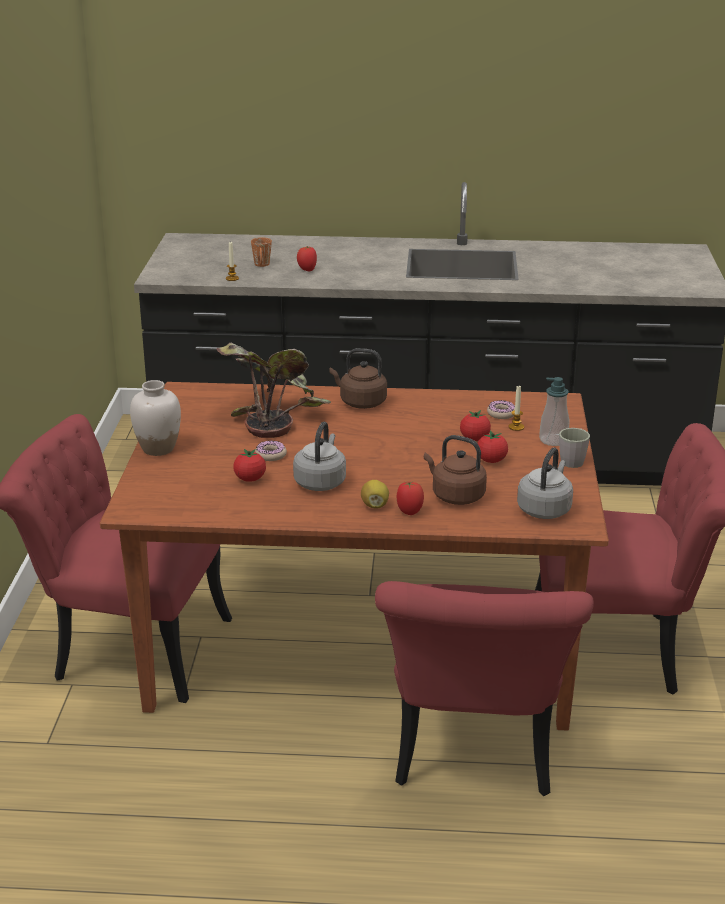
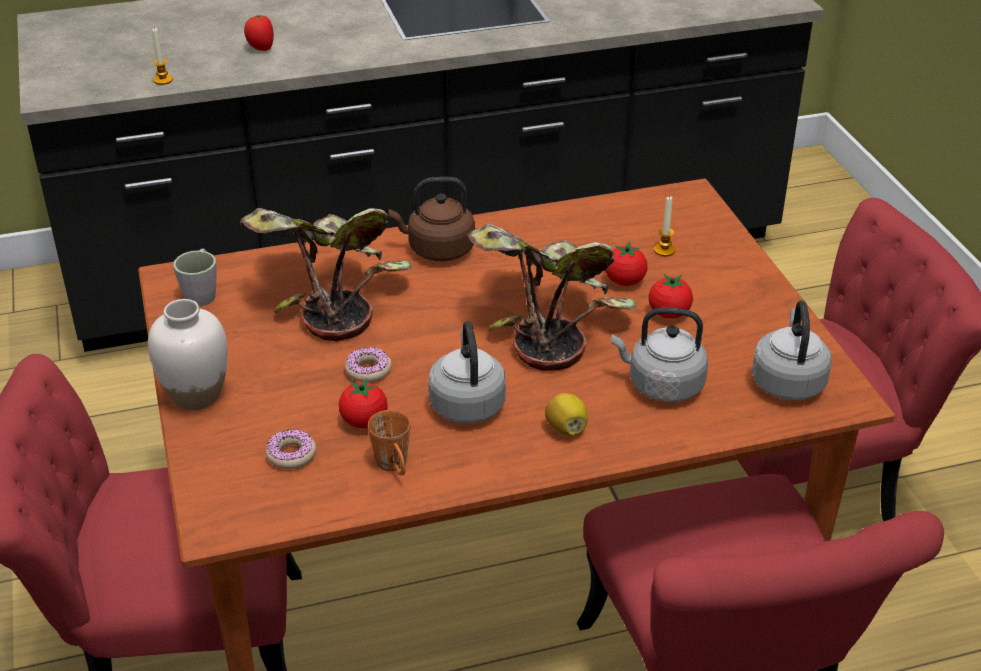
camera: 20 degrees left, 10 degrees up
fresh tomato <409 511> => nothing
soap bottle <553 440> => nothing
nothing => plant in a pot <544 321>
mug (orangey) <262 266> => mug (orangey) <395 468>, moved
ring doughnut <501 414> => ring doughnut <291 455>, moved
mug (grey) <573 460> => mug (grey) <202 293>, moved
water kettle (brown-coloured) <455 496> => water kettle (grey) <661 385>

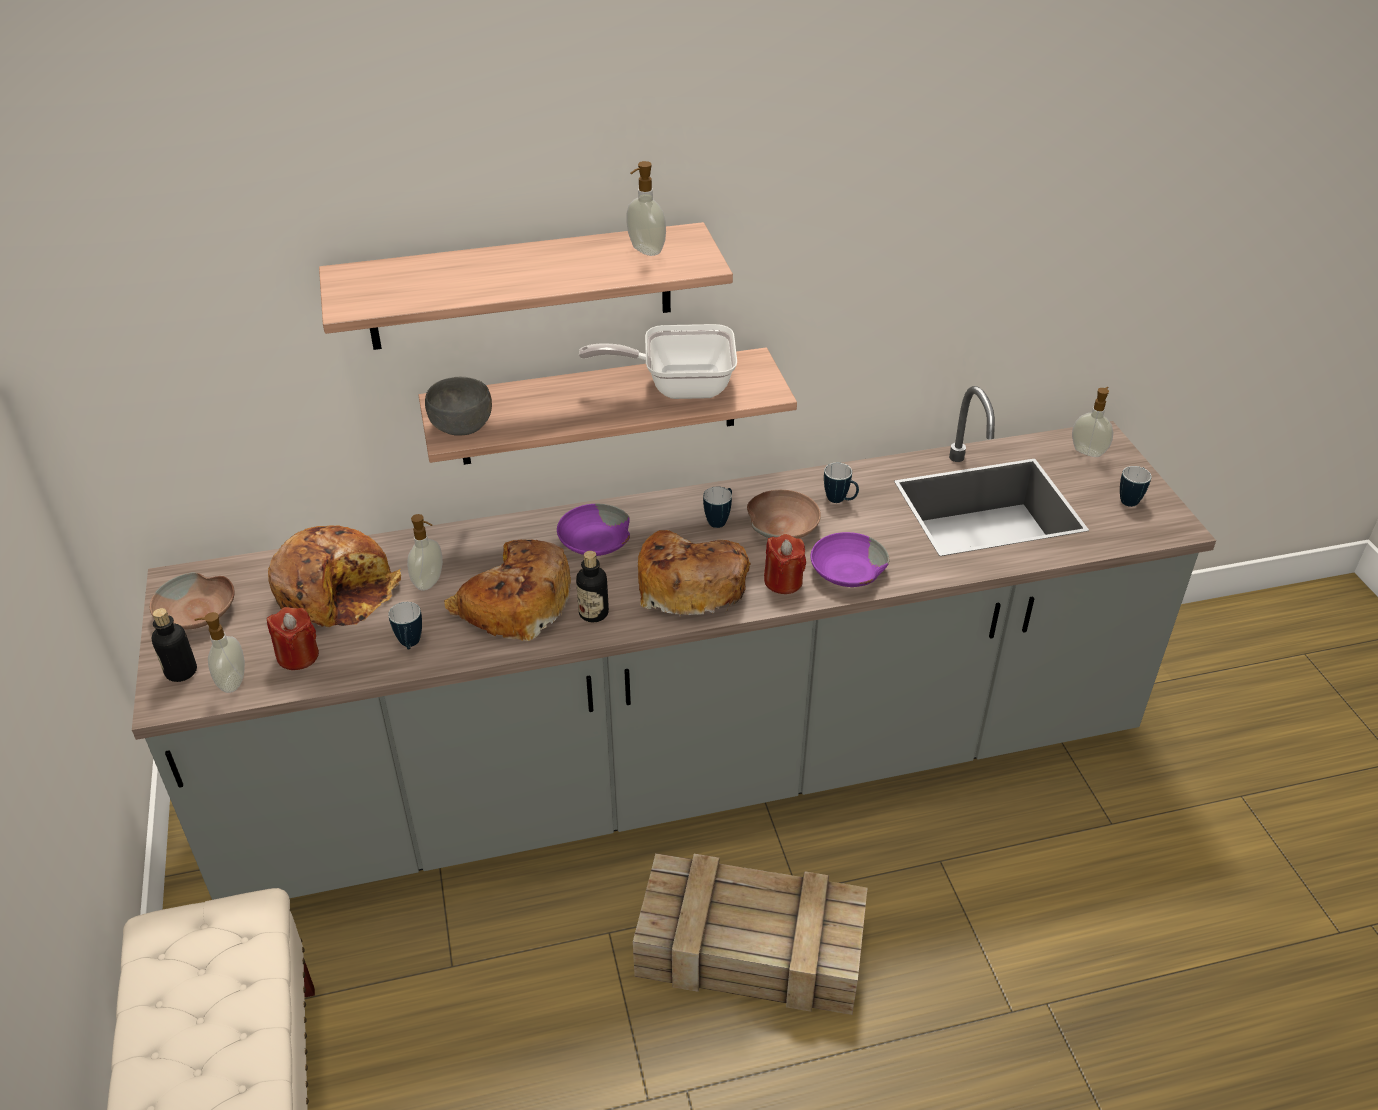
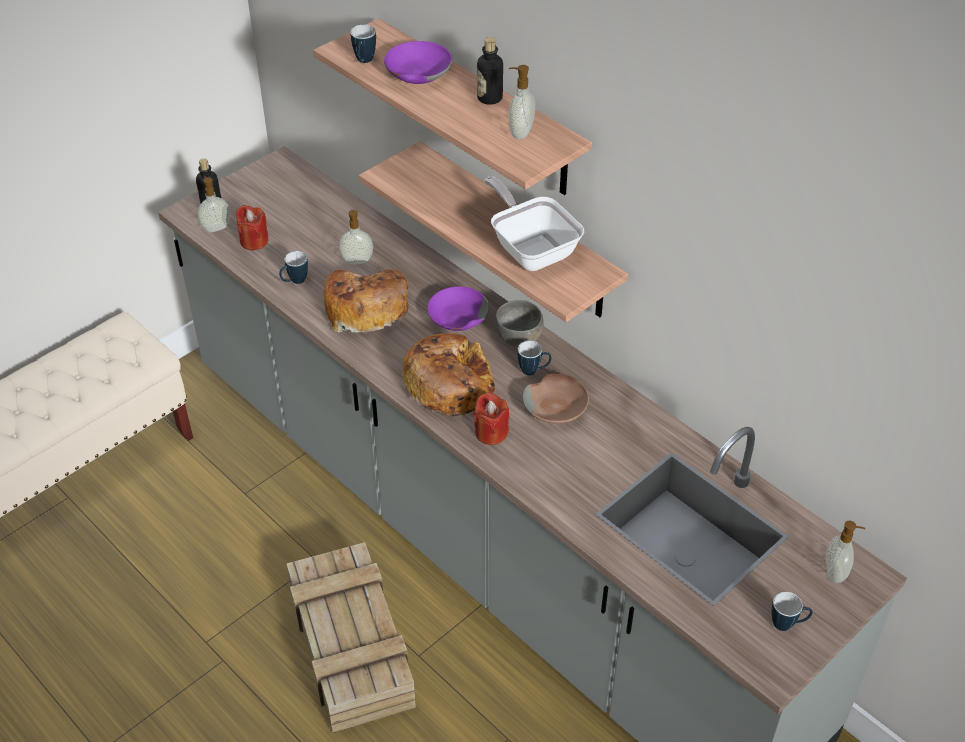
camera: 60 degrees right, 5 degrees up
bowl (brown-coloured) <198 612> => nothing
bakery bread <336 591> => nothing
bowl (grey) <462 426> => bowl (grey) <519 337>, moved
drink bottle <593 613> => drink bottle <489 98>, moved
bowl (purple) <846 571> => bowl (purple) <417 72>, moved
mug <840 500> => mug <364 62>, moved

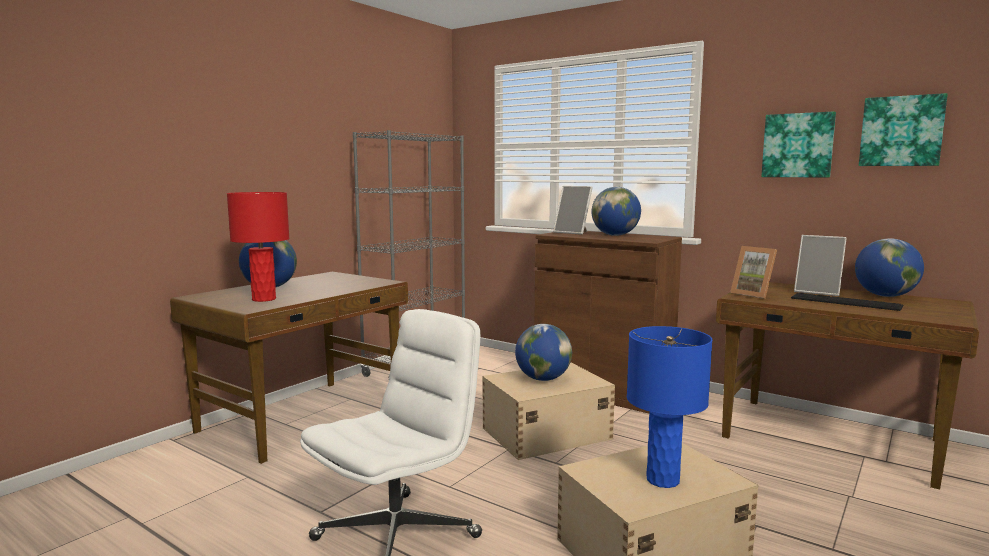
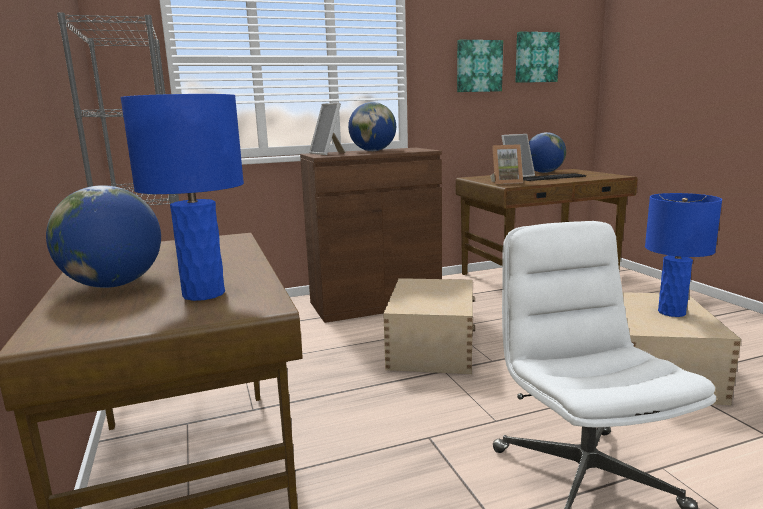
camera: 55 degrees left, 5 degrees up
world globe <543 379> => nothing
tabletop lamp (reddish) <264 299> => tabletop lamp (blue-coloured) <204 293>
standing frame <573 232> => standing frame <328 153>, 75 degrees clockwise

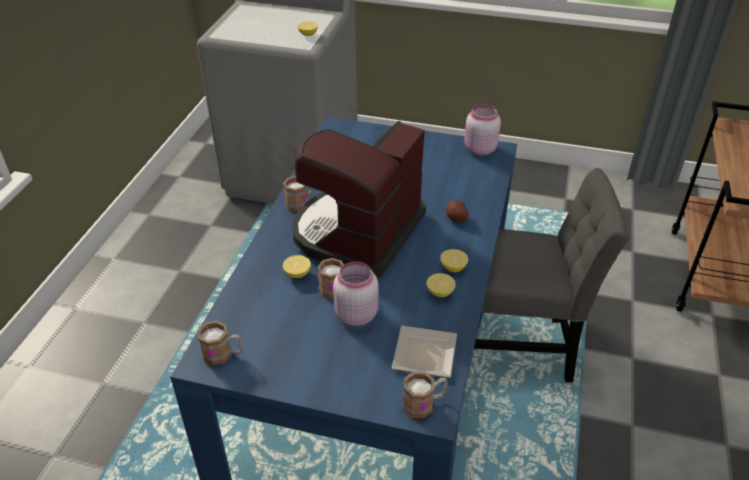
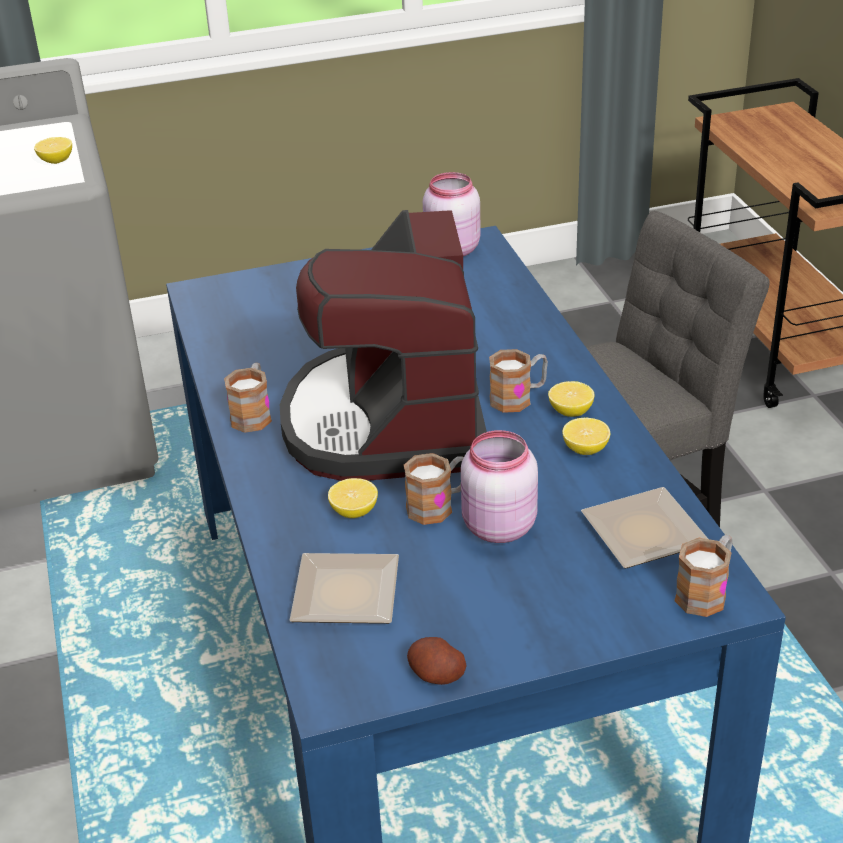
camera: 30 degrees left, 5 degrees down
nothing => plate <342 596>
mug <223 354> => mug <518 398>, moved
whole potato <456 218> => whole potato <436 675>, moved

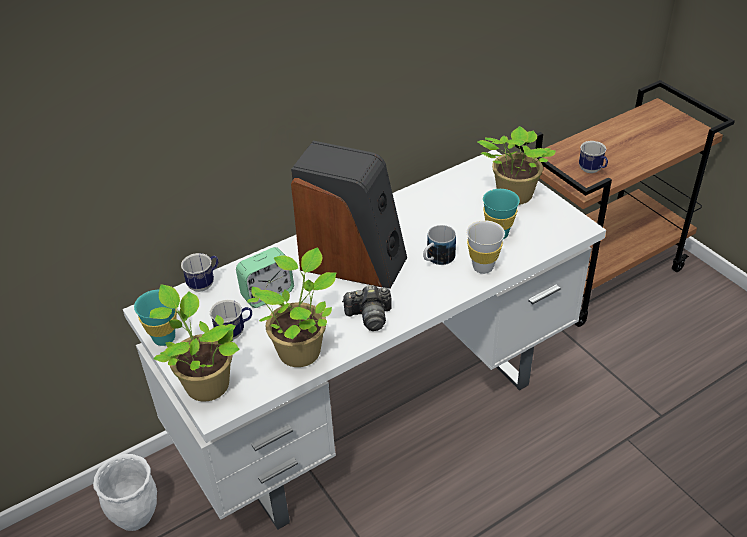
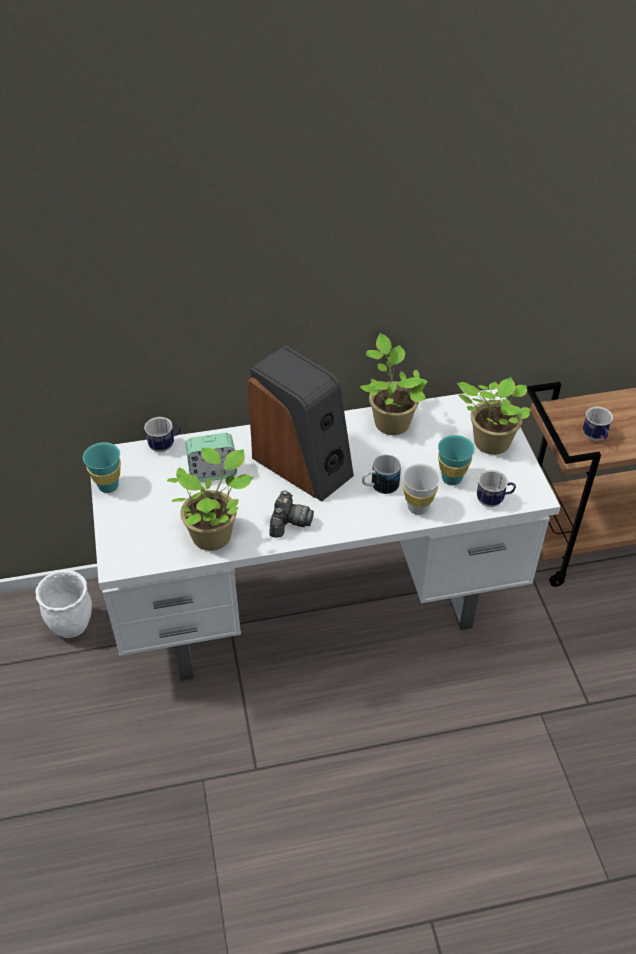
camera: 20 degrees right, 5 degrees up
plant in a pot <205 383> => plant in a pot <390 421>, moved
mug <235 332> => mug <493 500>, moved
still camera <369 316> => still camera <289 522>, 90 degrees counterclockwise

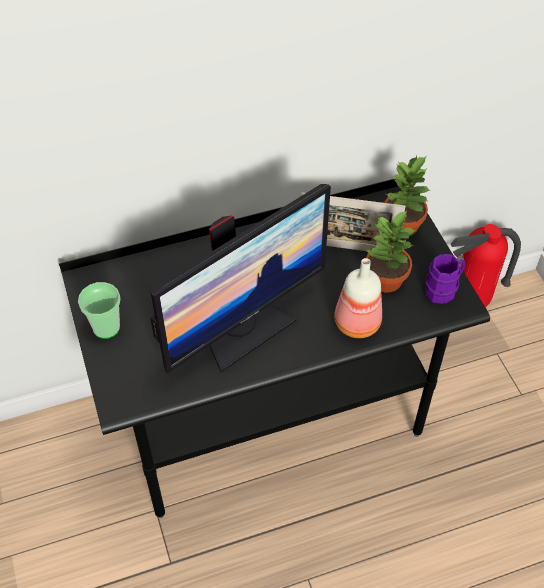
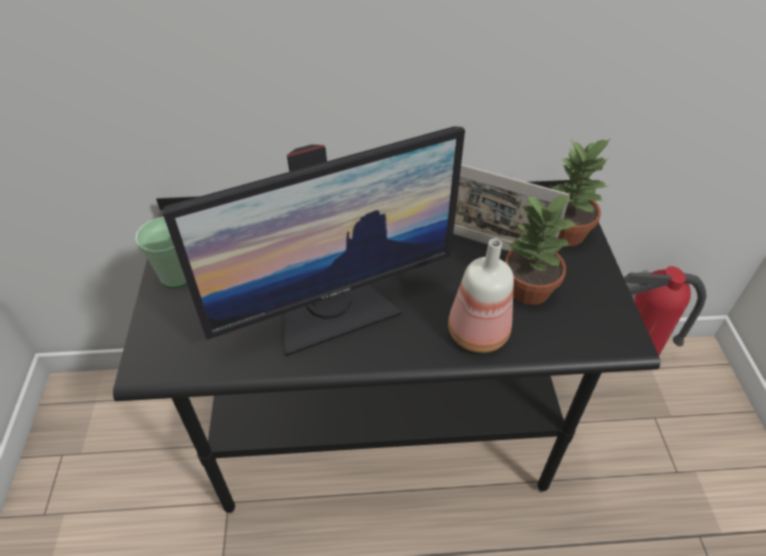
camera: 15 degrees right, 5 degrees down
mug (purple) <443 289> => nothing

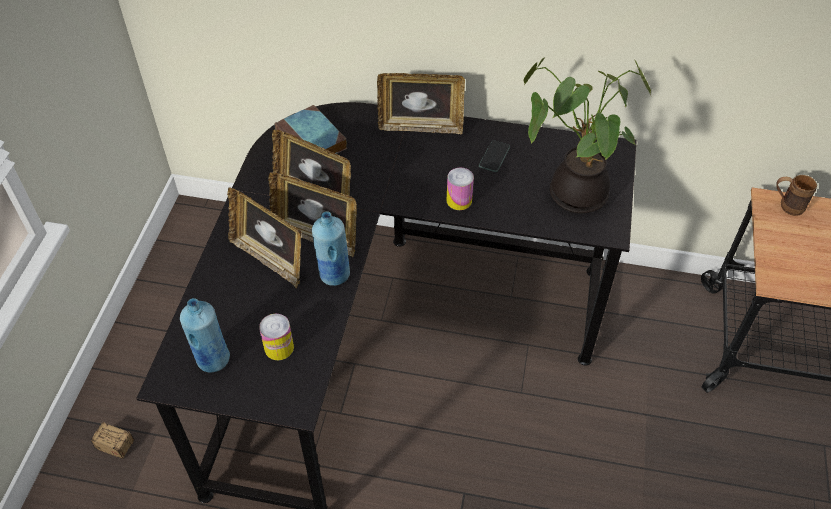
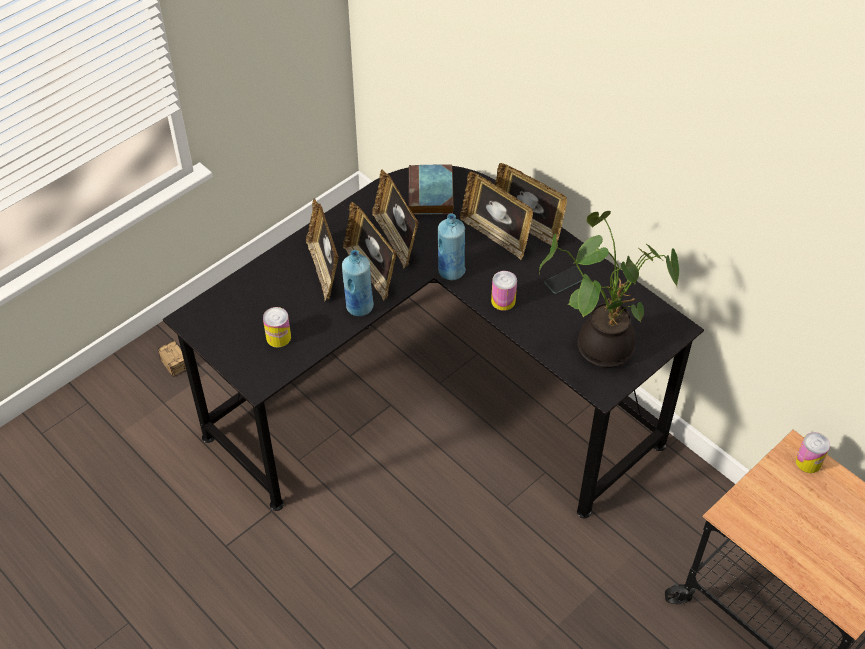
camera: 35 degrees right, 0 degrees up
nothing => standing frame <496 235>
drink bottle (blue-coloured) <213 359> => drink bottle (blue-coloured) <451 271>, moved
mug (brown-coloured) <786 206> => sealed can <808 462>

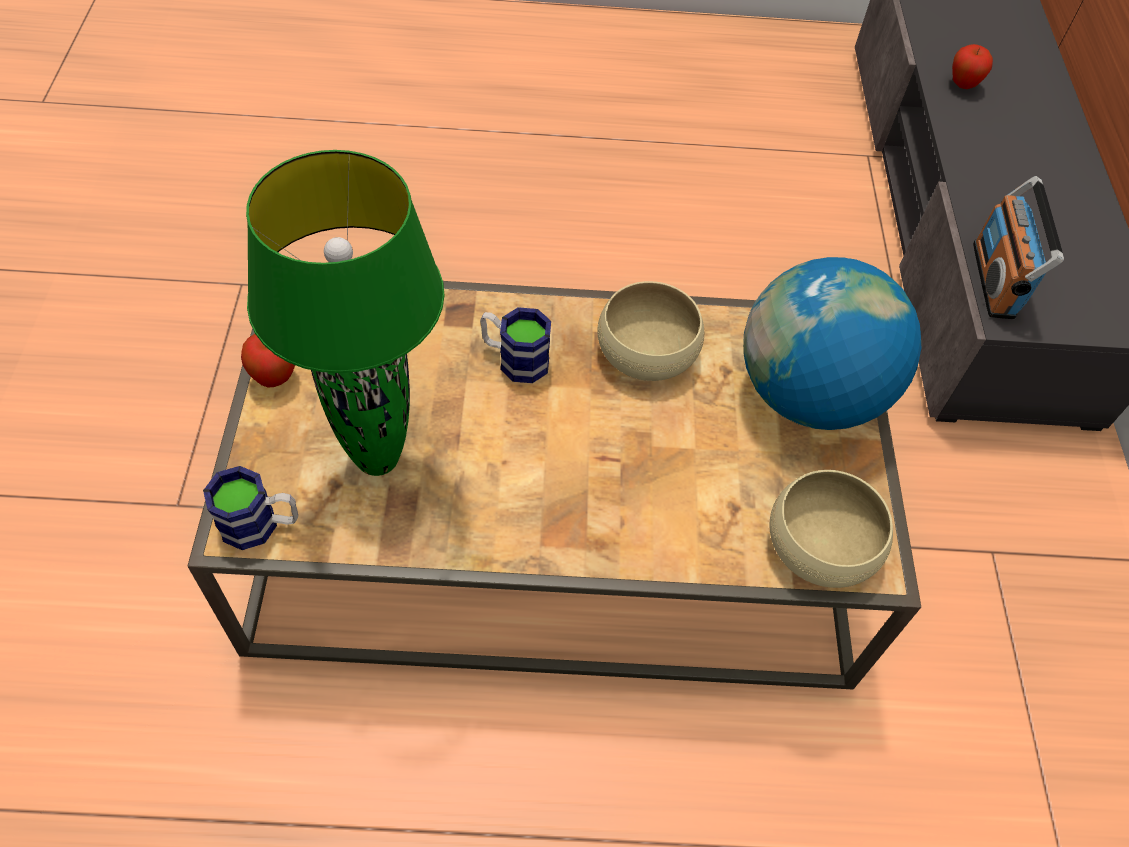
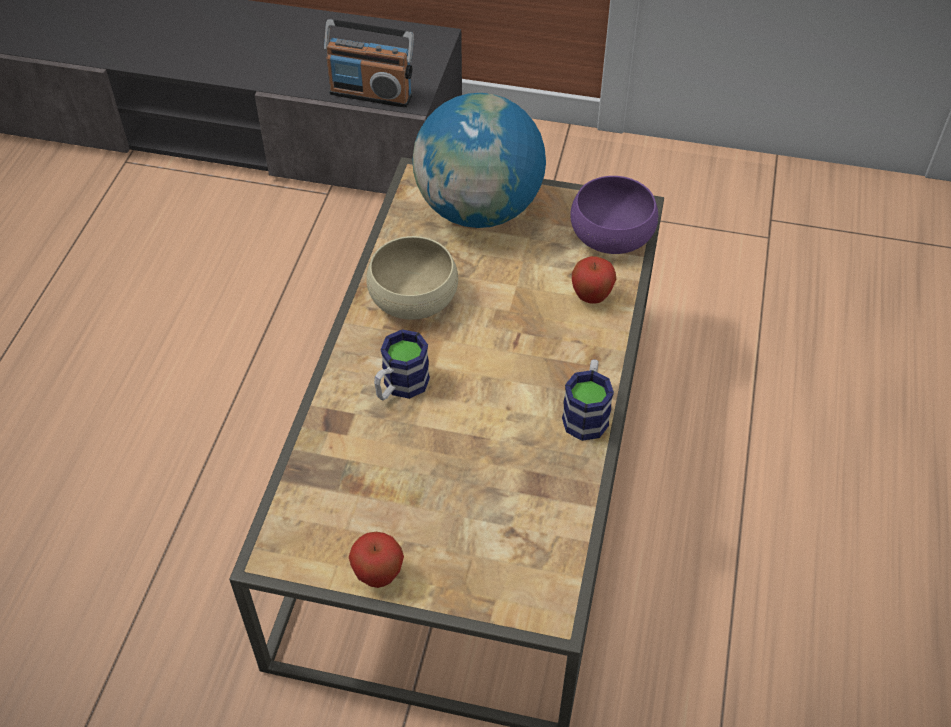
camera: 75 degrees left, 5 degrees down
tabletop lamp (green) <377 458> => nothing
mug <261 524> => mug <586 413>, moved
apple <962 85> => apple <591 297>, moved
bowl (beige-coloured) <820 545> => bowl (purple) <611 234>

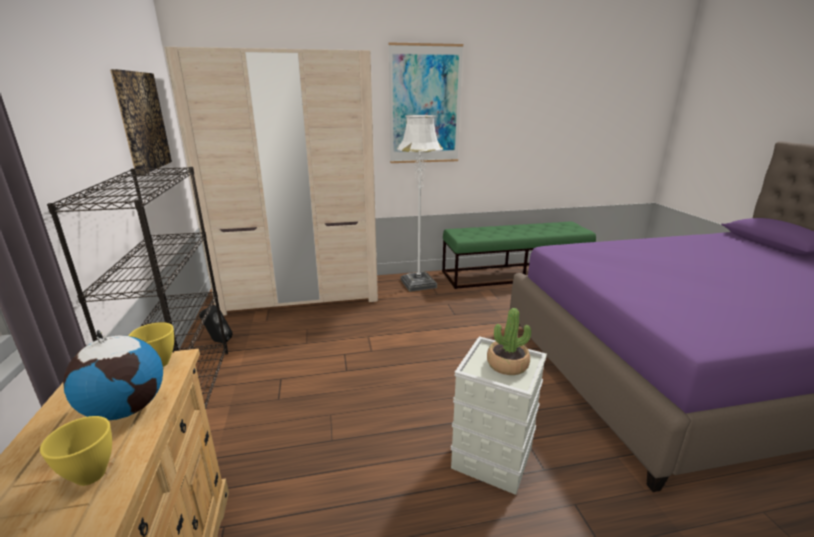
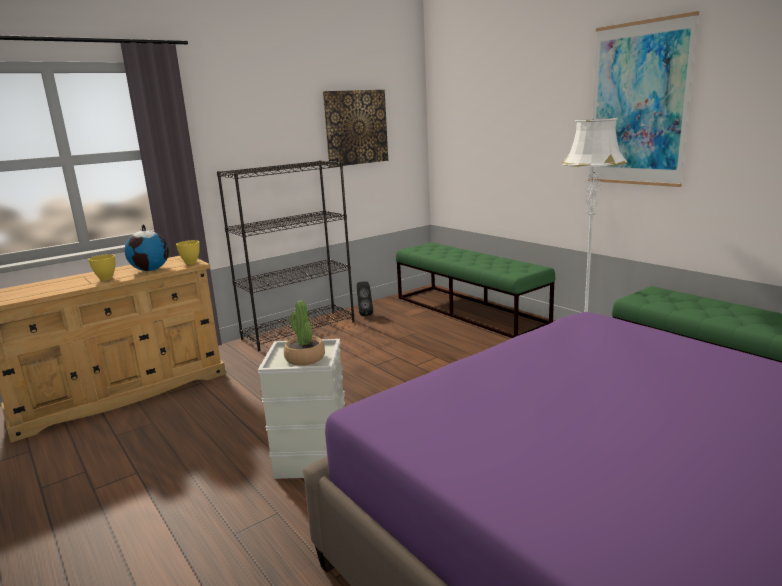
camera: 65 degrees right, 5 degrees down
armoire (beige-coloured) <300 295> => long seat (green) <469 310>

